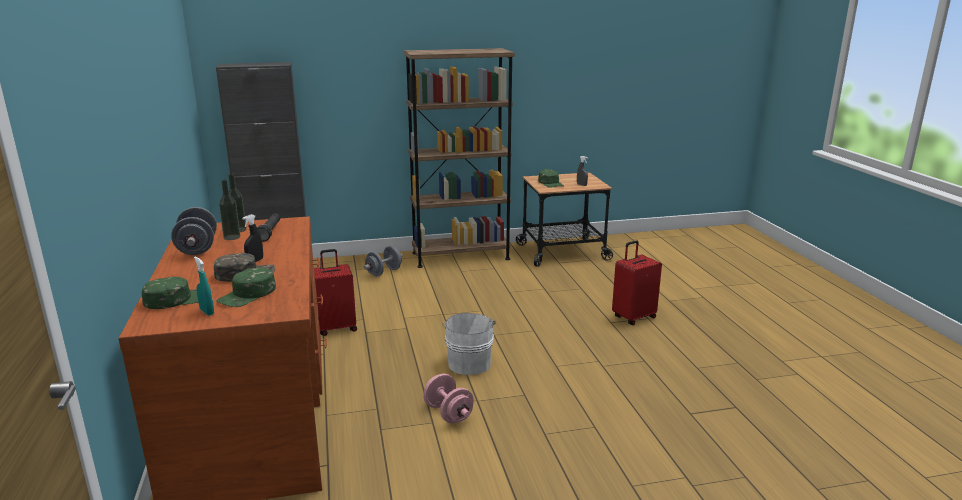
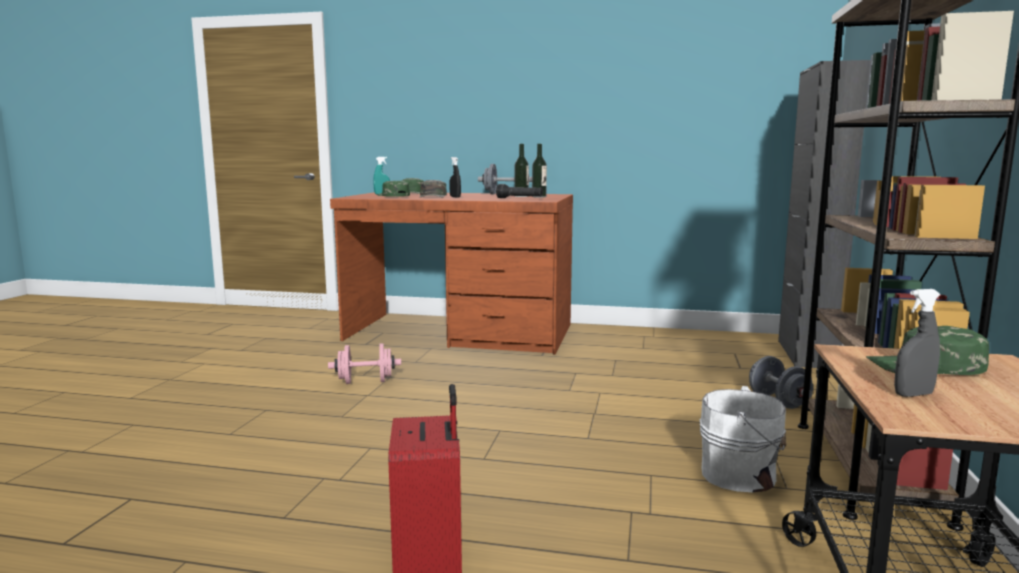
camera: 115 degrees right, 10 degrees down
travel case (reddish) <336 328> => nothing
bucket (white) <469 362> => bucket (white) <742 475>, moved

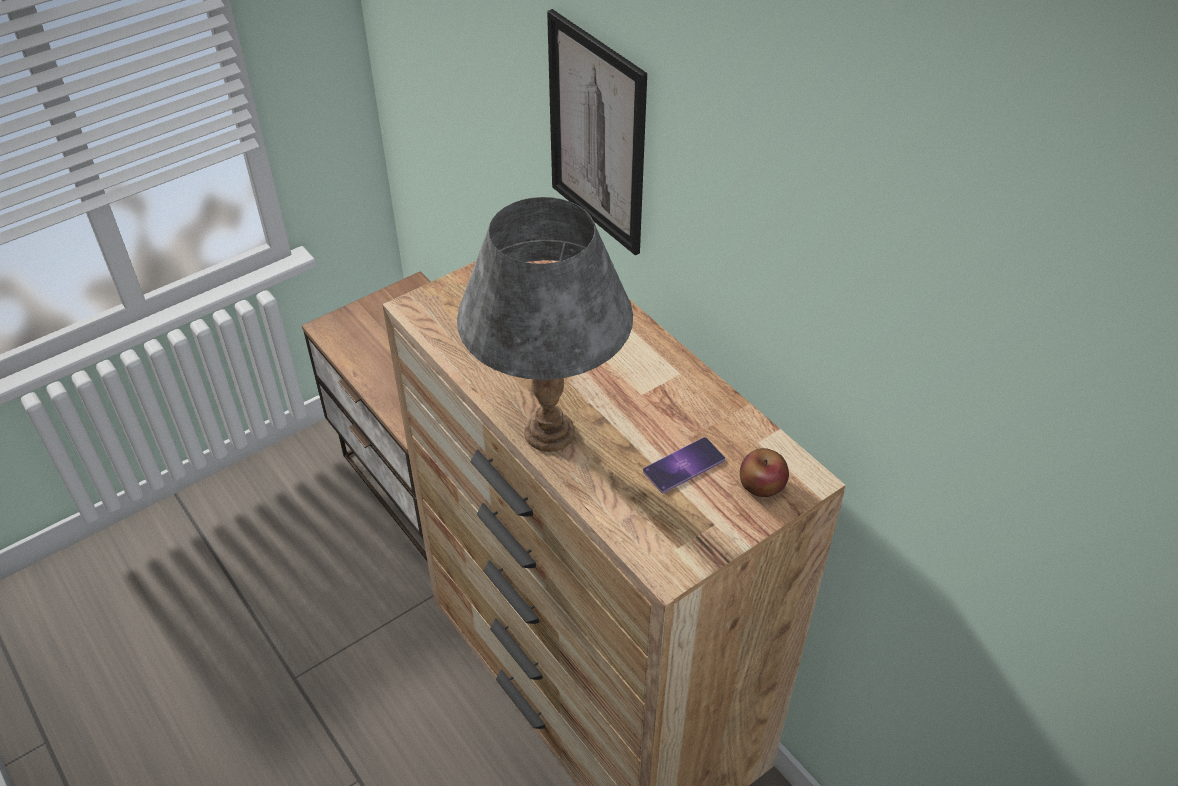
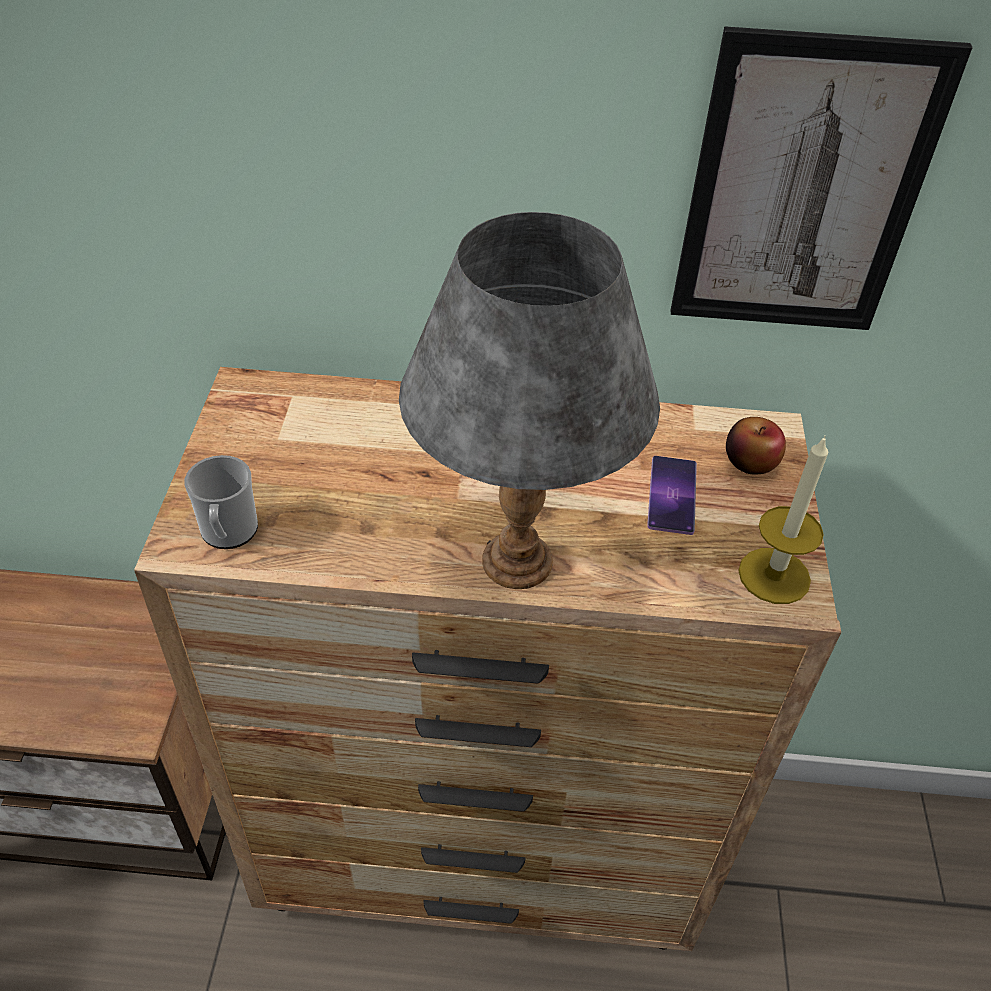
camera: 50 degrees left, 0 degrees up
nothing => mug <228 534>
nothing => wax light <774 575>
picture <597 134> => picture <803 191>, moved

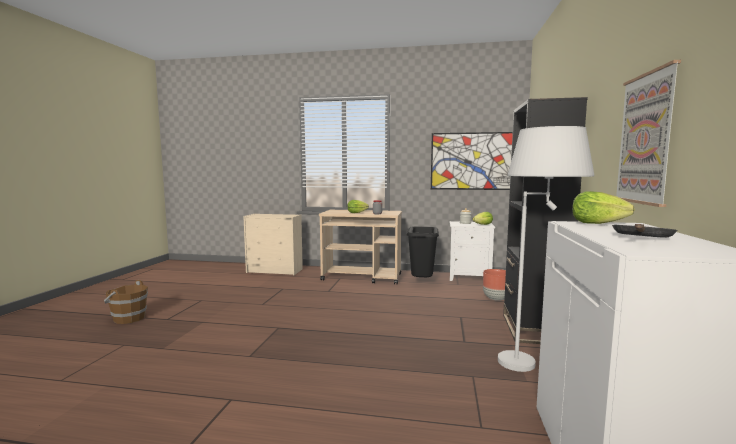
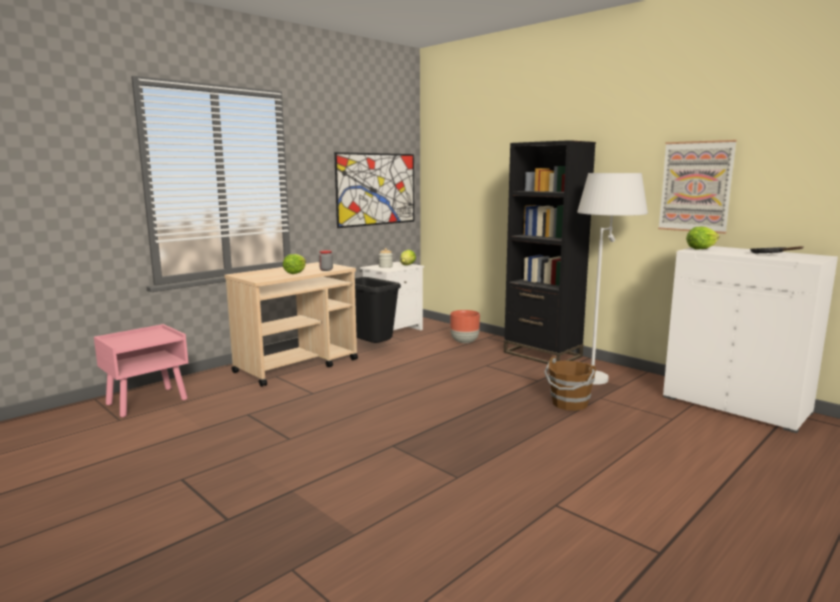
camera: 55 degrees left, 5 degrees up
bucket (brown-coloured) <128 318> => bucket (brown-coloured) <569 404>, moved
dresser (beige-coloured) <275 271> => bedside table (pinkish) <148 401>

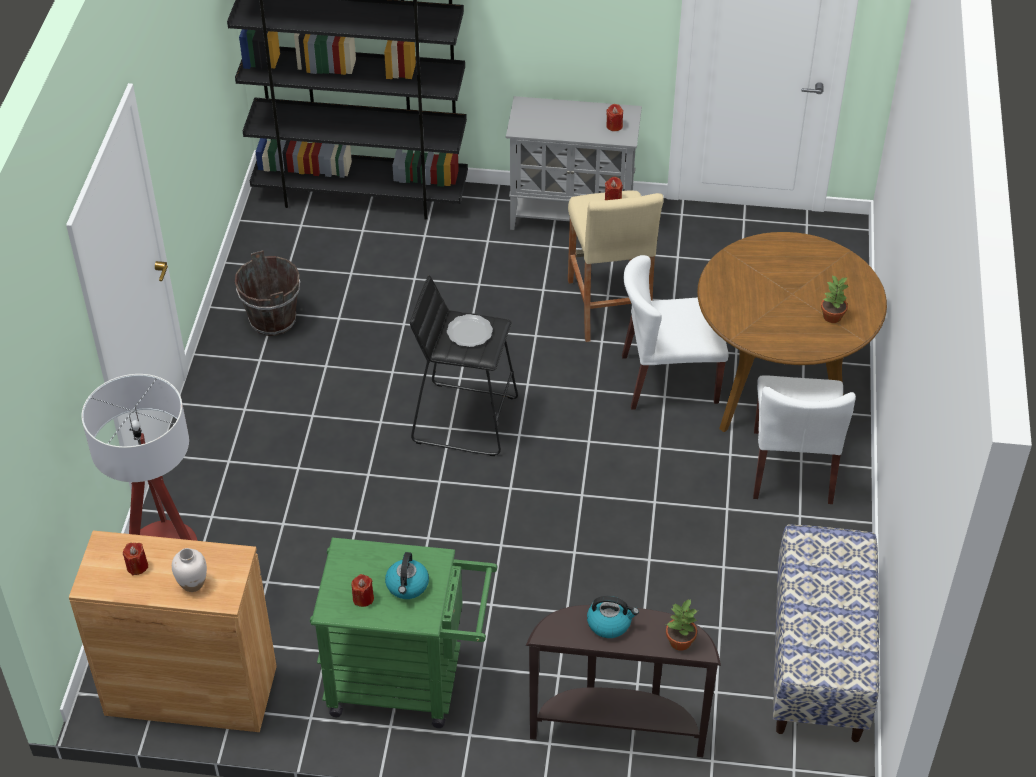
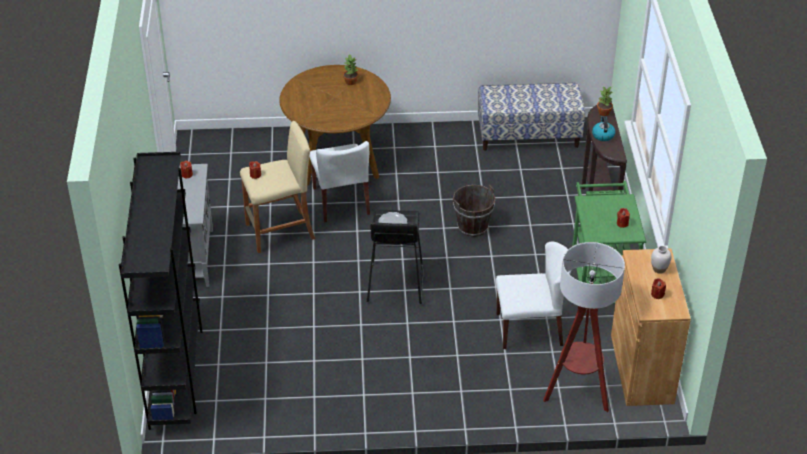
camera: 100 degrees left, 5 degrees down
water kettle <407 586> => nothing
bucket (brown-coloured) <272 320> => bucket (brown-coloured) <472 227>, moved
chair (white) <792 467> => chair (white) <530 329>, moved

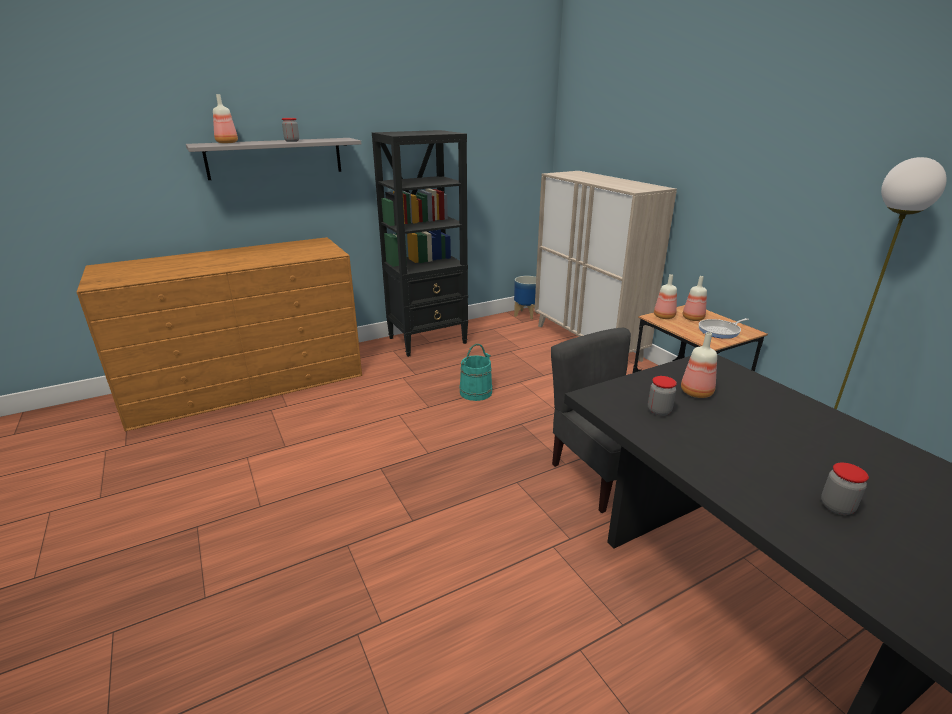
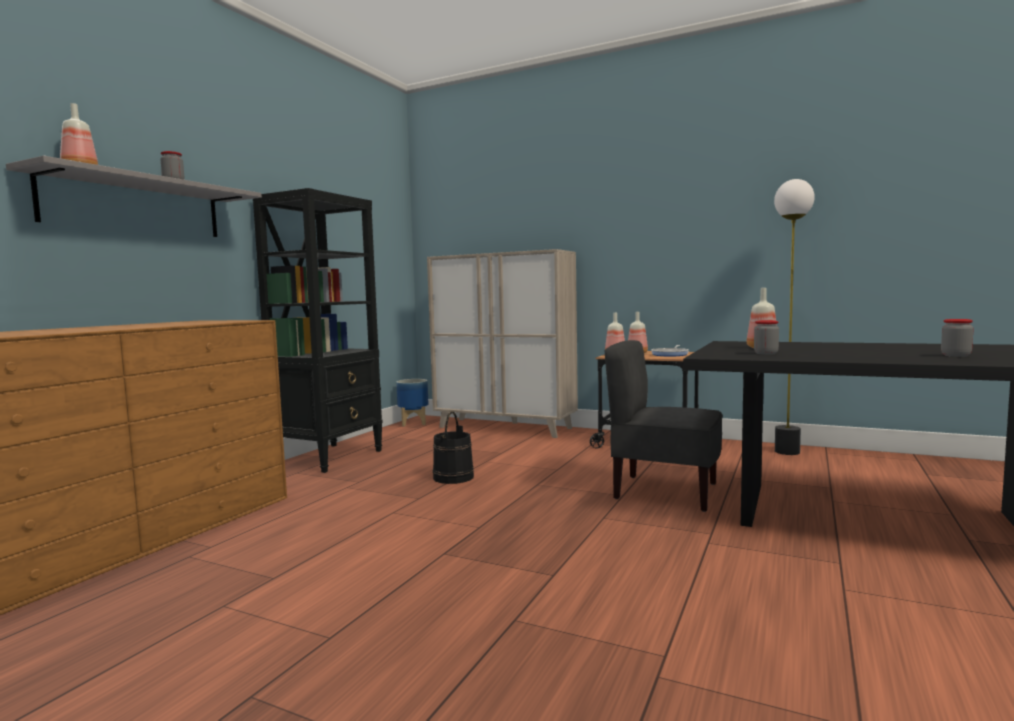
camera: 35 degrees left, 20 degrees down
bucket (blue-green) <475 392> => bucket (blackish) <453 477>

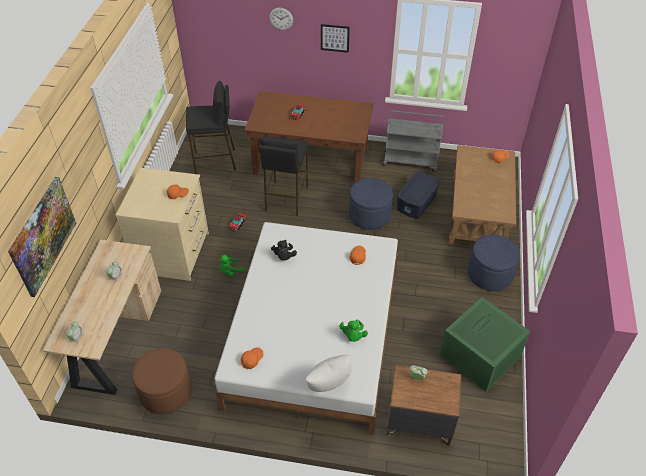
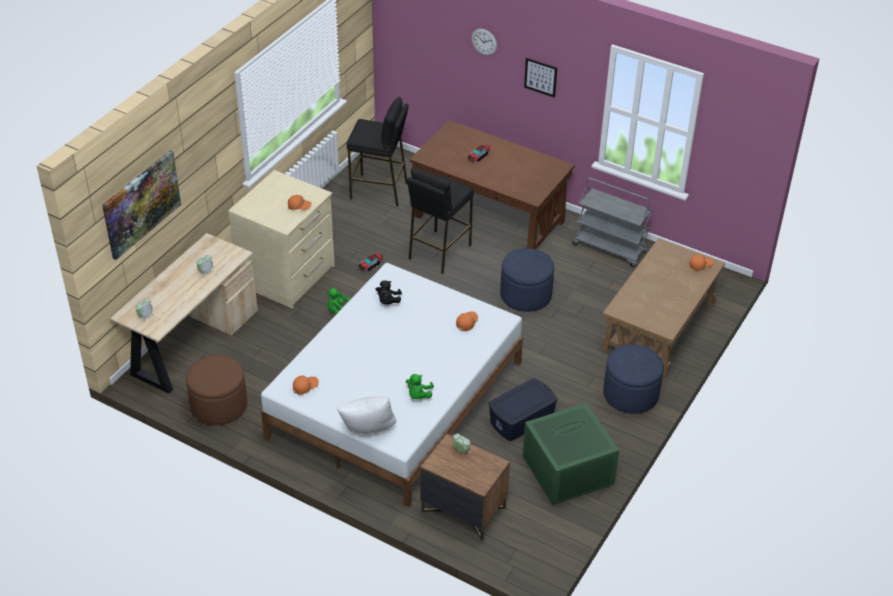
camera: 20 degrees right, 5 degrees down
storage box (blue-coloured) <417 202> => storage box (blue-coloured) <522 420>, moved

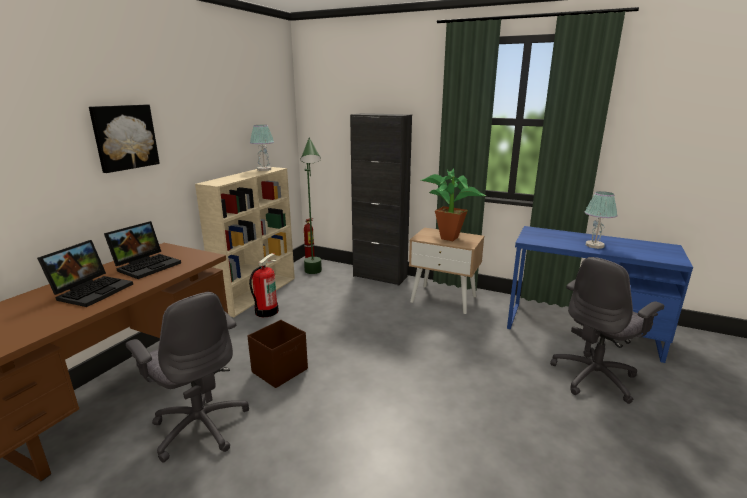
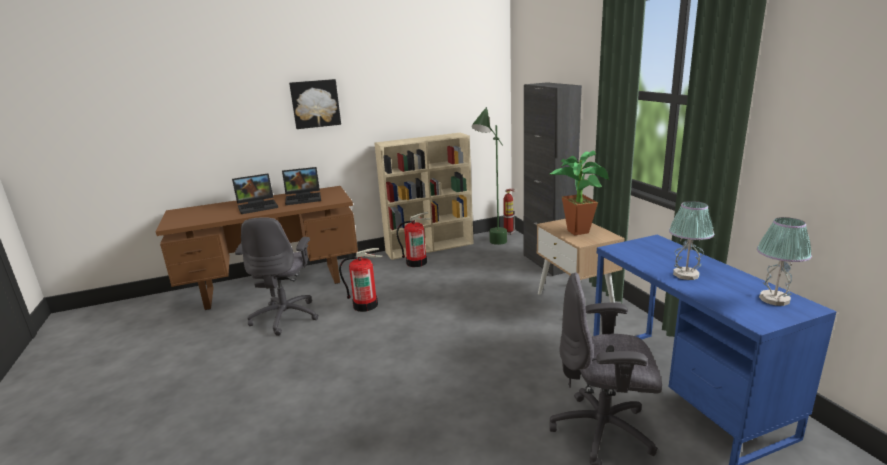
camera: 45 degrees right, 0 degrees up
tabletop lamp <264 169> => tabletop lamp <773 299>, moved
storage box (brown-coloured) <280 370> => fire-fighting cylinder <365 305>

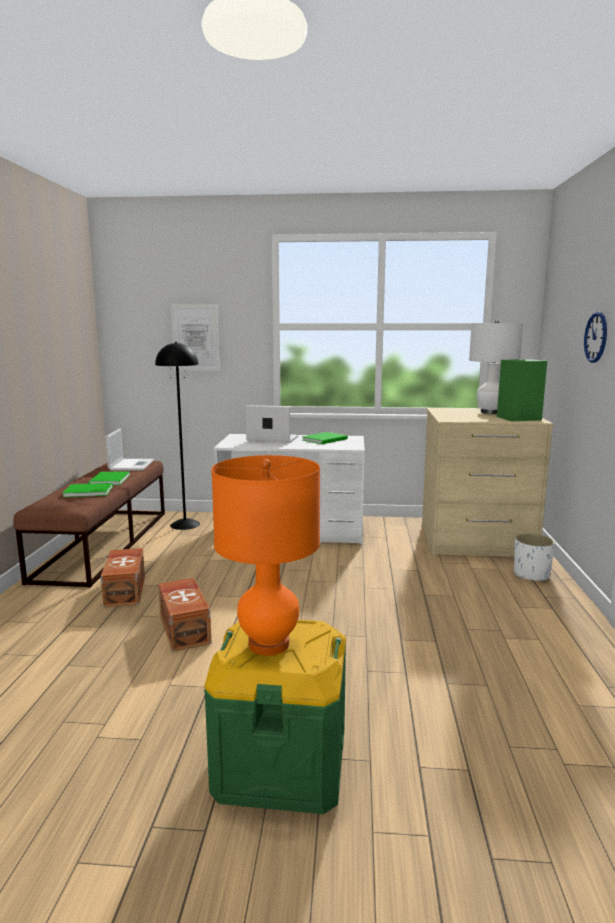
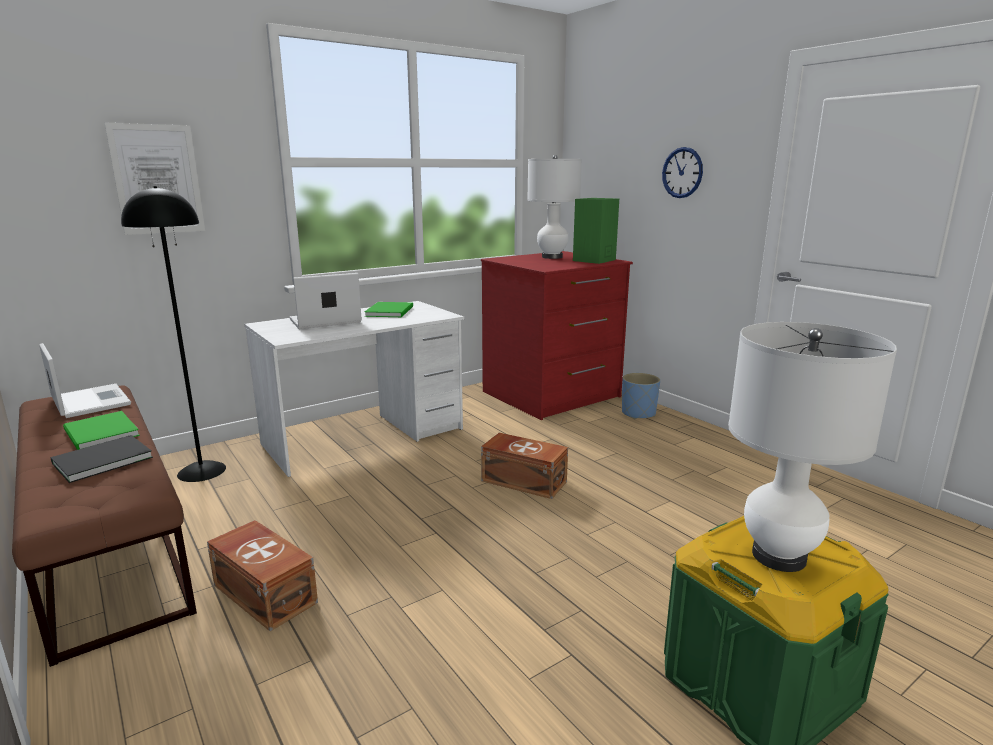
camera: 40 degrees left, 5 degrees up
storage box (brown-coloured) <185 628> => storage box (brown-coloured) <523 480>, moved
volume (green) <87 491> => volume (blackish) <99 460>
tabletop lamp (orangey) <269 644> => tabletop lamp (white) <778 556>
dresser (beige-coloured) <476 541> => dresser (reddish) <552 395>
flower pot (white) <531 575> => flower pot (blue-coloured) <638 414>

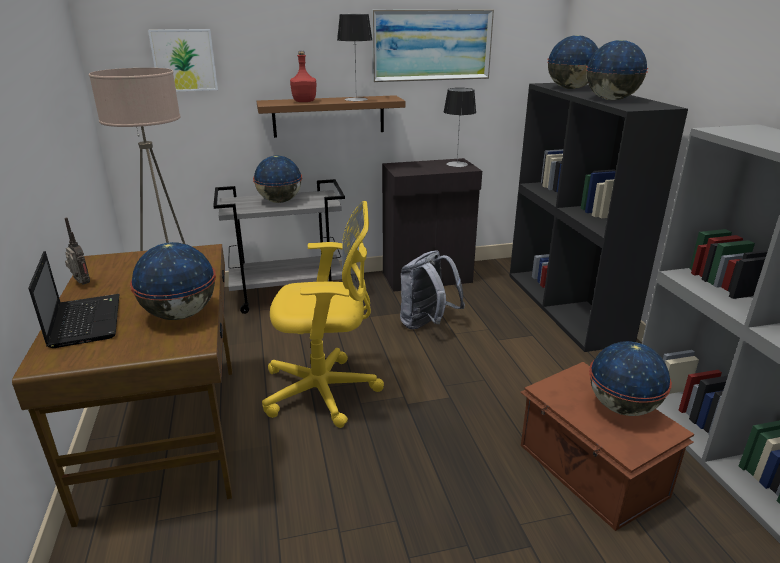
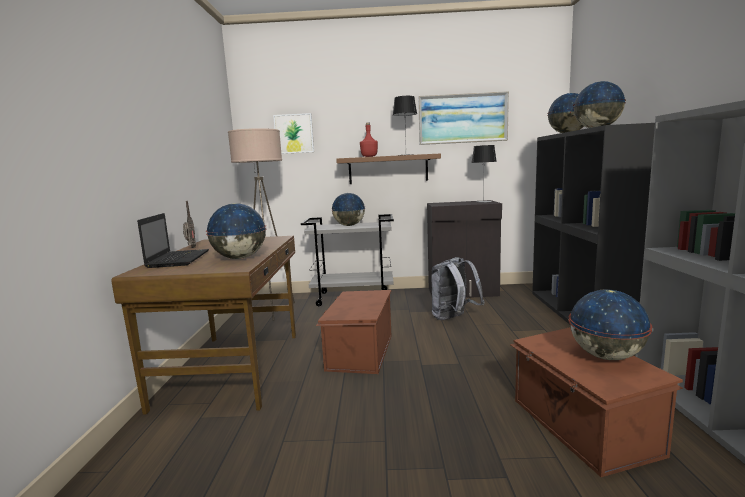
camera: 15 degrees right, 15 degrees down
desk chair (yellow-coloured) <326 391> => storage box (brown-coloured) <359 352>

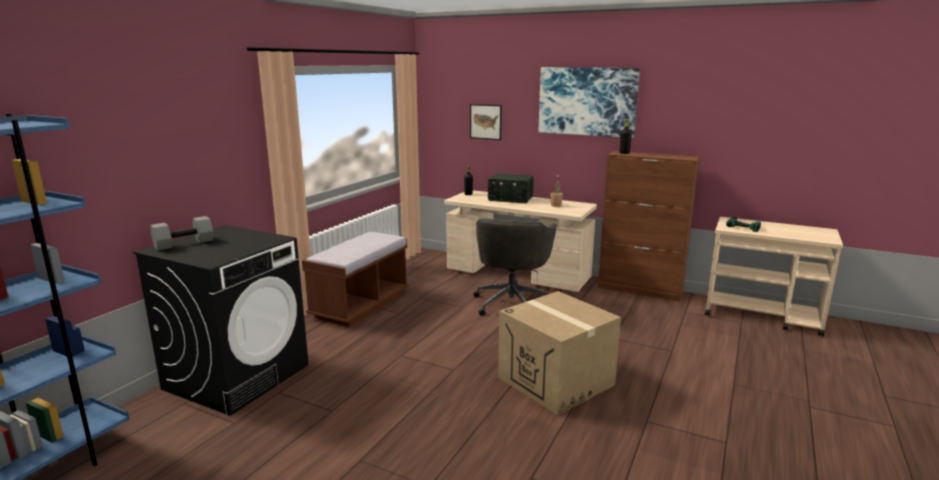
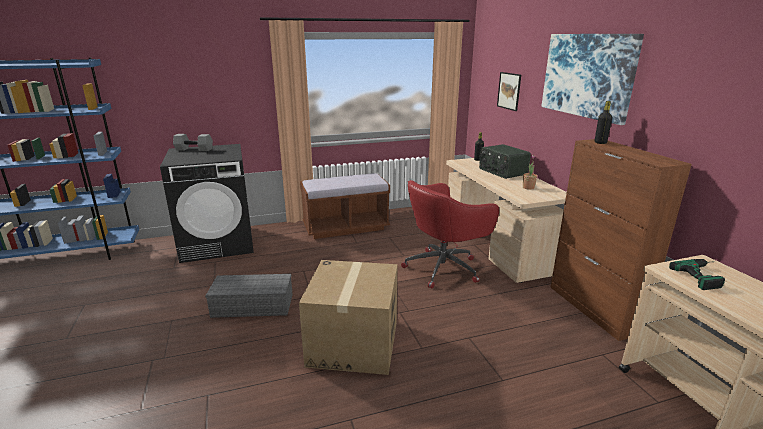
camera: 45 degrees right, 5 degrees up
nothing => storage box (grey) <254 305>
desk chair (grey) <512 303> => desk chair (reddish) <444 268>

